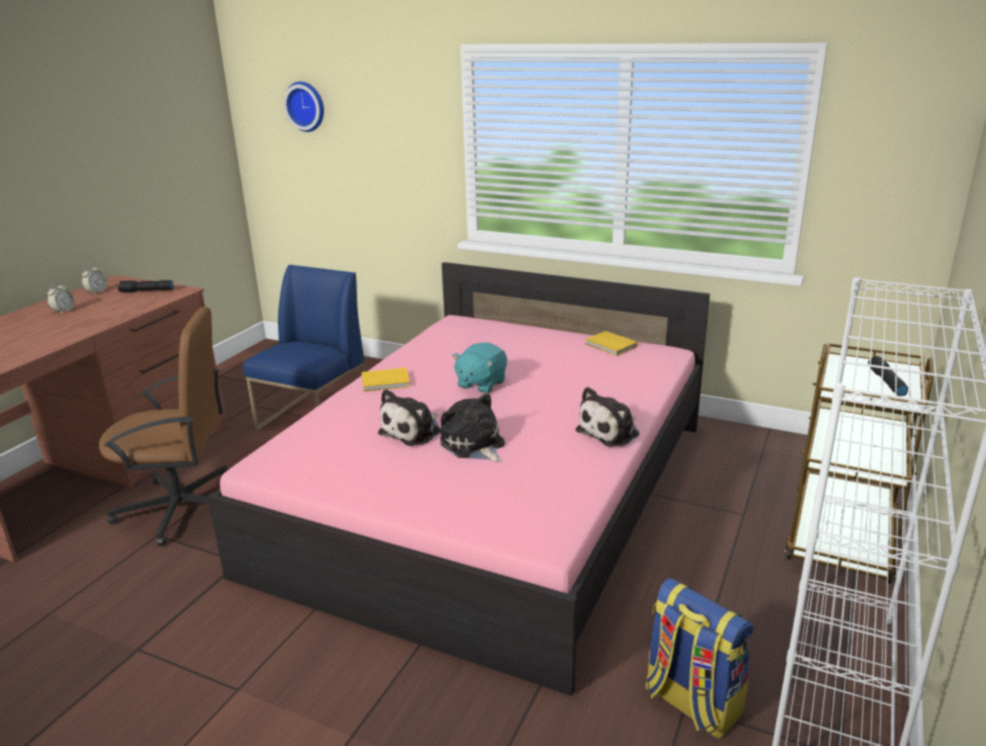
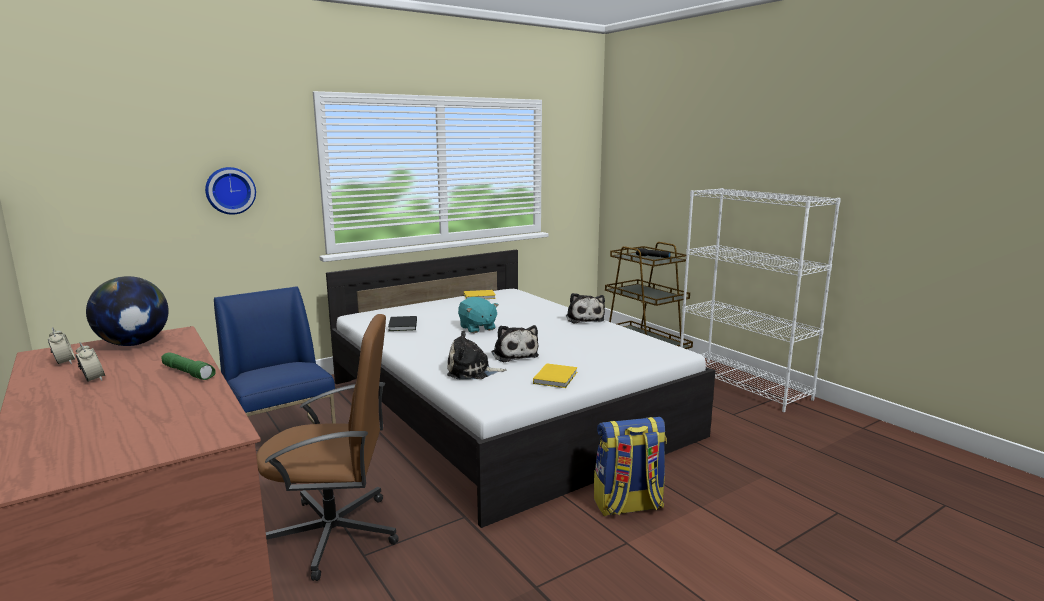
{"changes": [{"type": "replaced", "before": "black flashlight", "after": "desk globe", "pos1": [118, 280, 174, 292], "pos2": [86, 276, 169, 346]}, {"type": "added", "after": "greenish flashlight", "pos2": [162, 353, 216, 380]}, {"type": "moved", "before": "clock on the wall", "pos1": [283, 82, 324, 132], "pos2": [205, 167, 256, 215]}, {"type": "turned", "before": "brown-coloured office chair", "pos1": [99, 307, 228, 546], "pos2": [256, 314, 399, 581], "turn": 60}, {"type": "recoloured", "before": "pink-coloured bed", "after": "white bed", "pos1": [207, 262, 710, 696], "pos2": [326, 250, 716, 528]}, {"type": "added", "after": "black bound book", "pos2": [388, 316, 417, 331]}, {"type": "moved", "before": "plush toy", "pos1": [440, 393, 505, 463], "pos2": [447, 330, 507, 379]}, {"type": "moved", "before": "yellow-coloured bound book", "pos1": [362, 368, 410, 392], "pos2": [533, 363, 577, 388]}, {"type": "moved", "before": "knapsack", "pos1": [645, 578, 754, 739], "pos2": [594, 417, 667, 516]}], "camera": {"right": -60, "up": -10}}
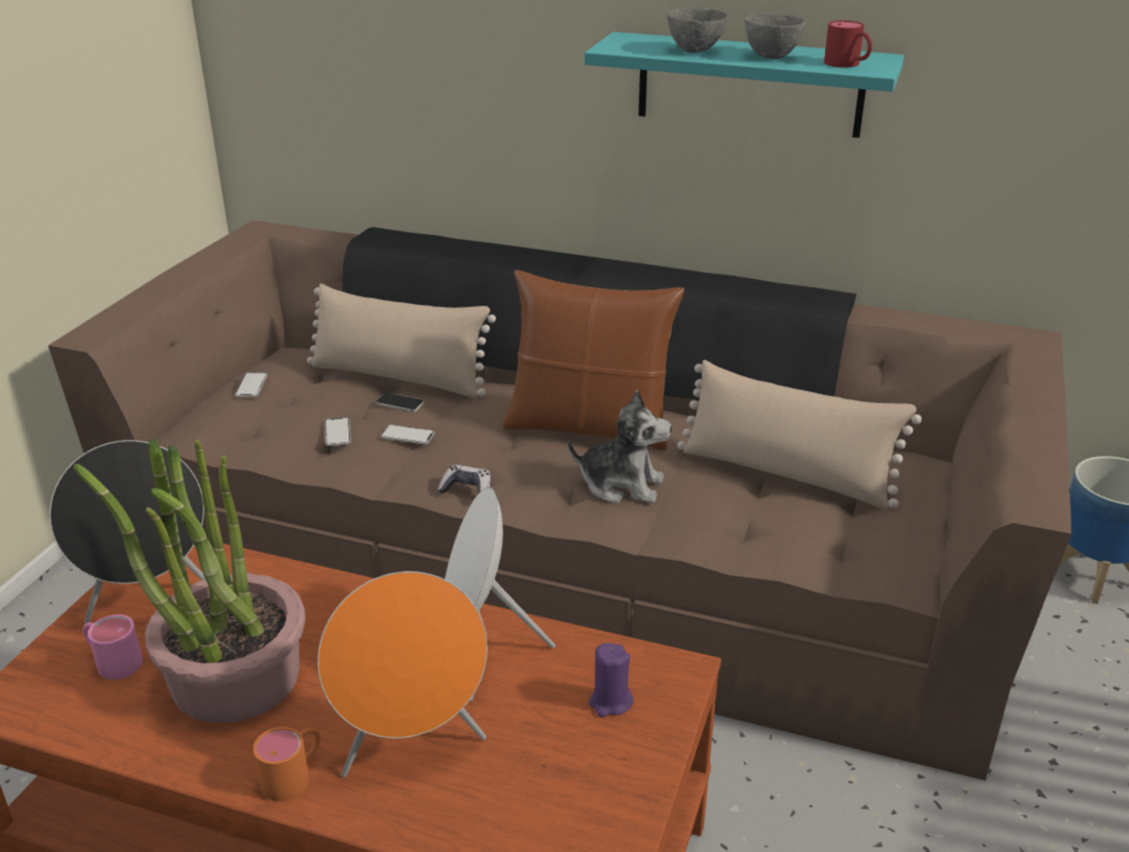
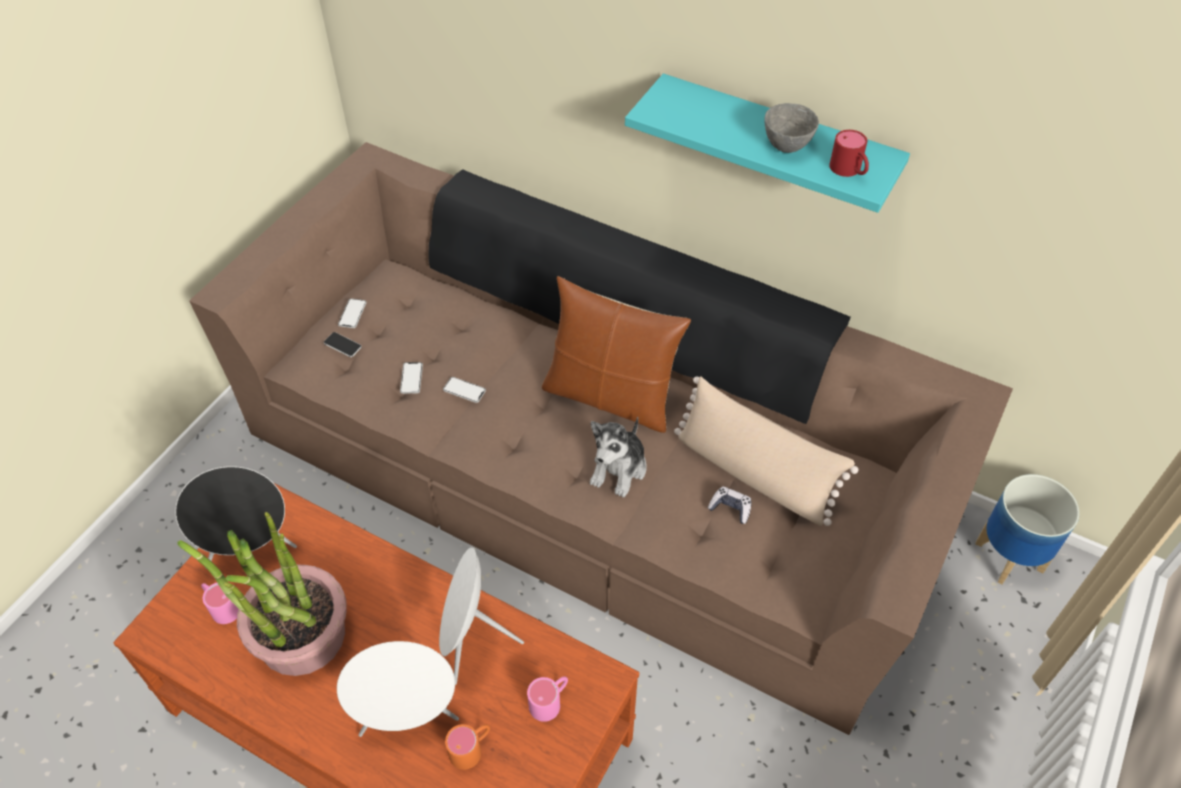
{"changes": [{"type": "moved", "before": "phone", "pos1": [376, 393, 424, 412], "pos2": [324, 332, 362, 357]}, {"type": "recoloured", "before": "orange-coloured loudspeaker", "after": "white loudspeaker", "pos1": [317, 571, 487, 777], "pos2": [337, 641, 459, 737]}, {"type": "moved", "before": "orange-coloured mug", "pos1": [253, 727, 320, 801], "pos2": [445, 724, 490, 770]}, {"type": "replaced", "before": "purple-coloured wax light", "after": "pink-coloured mug", "pos1": [588, 643, 634, 718], "pos2": [527, 677, 568, 722]}, {"type": "turned", "before": "plush toy", "pos1": [568, 389, 672, 504], "pos2": [590, 417, 647, 498], "turn": 90}, {"type": "moved", "before": "joypad", "pos1": [438, 465, 491, 494], "pos2": [708, 487, 751, 524]}, {"type": "removed", "before": "beige cushion", "pos1": [307, 283, 496, 399]}, {"type": "removed", "before": "greyish deep dish", "pos1": [667, 8, 728, 53]}], "camera": {"right": 10, "up": 20}}
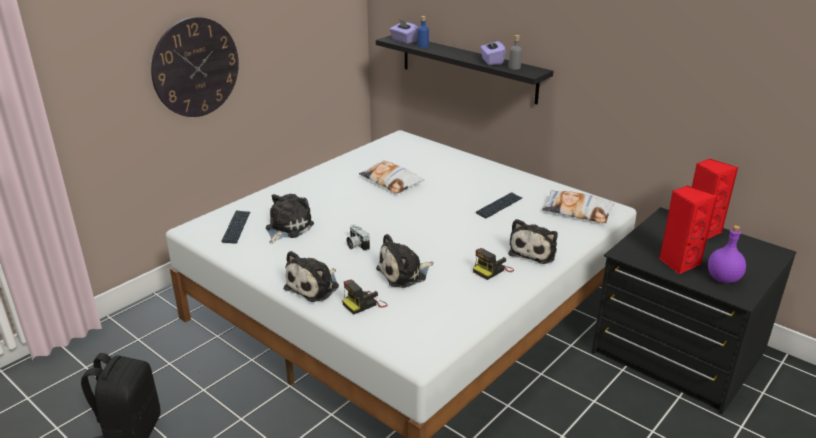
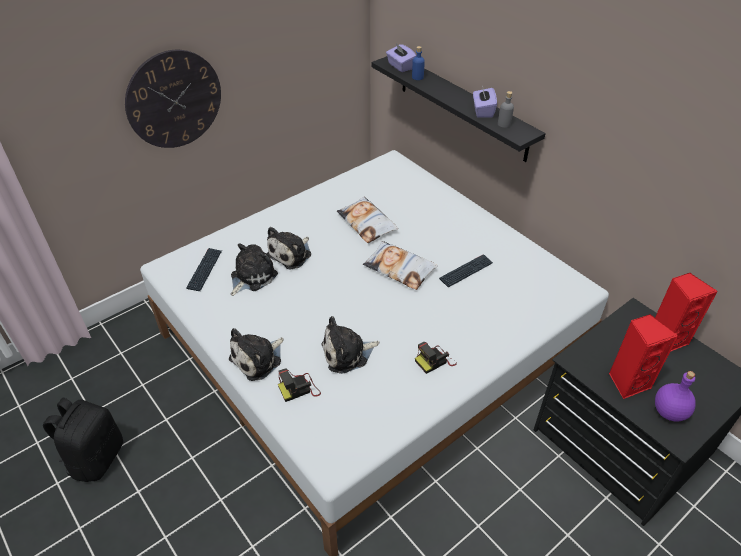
{"changes": [{"type": "moved", "before": "plush toy", "pos1": [508, 219, 558, 264], "pos2": [267, 227, 311, 270]}, {"type": "moved", "before": "cushion", "pos1": [542, 190, 615, 223], "pos2": [363, 241, 438, 290]}, {"type": "removed", "before": "photo camera", "pos1": [346, 224, 370, 251]}], "camera": {"right": 10, "up": 15}}
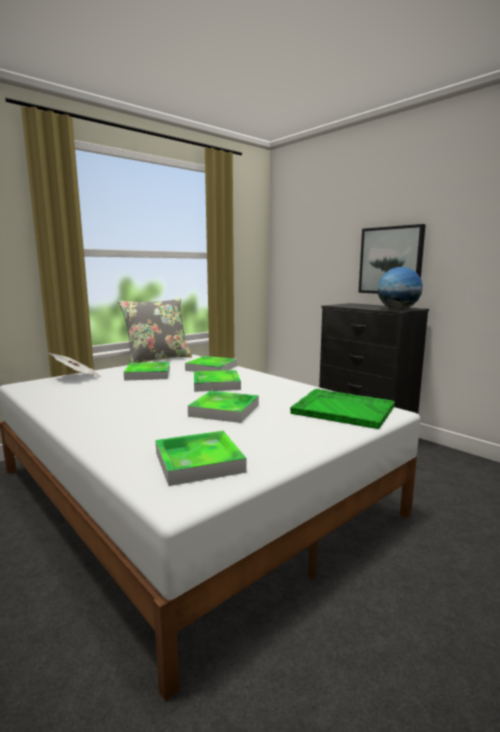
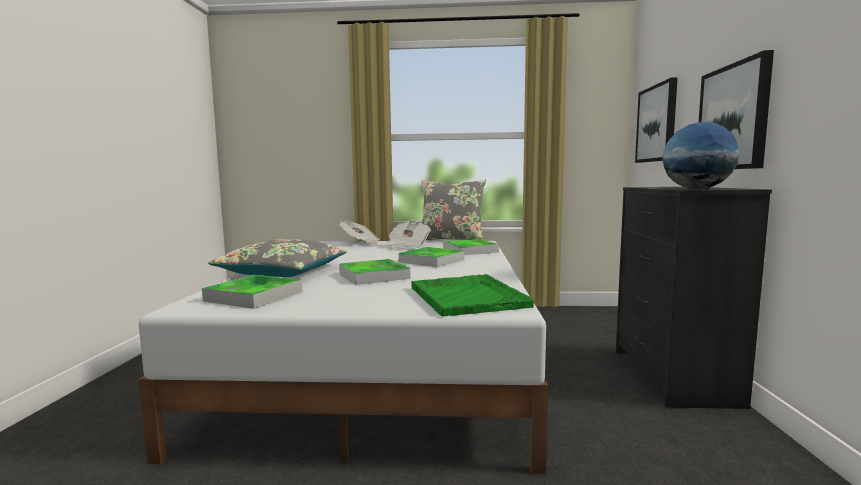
{"changes": [{"type": "added", "after": "greyish cushion", "pos2": [208, 239, 347, 277]}, {"type": "replaced", "before": "carrying tray", "after": "newspaper", "pos1": [124, 362, 170, 381], "pos2": [389, 220, 431, 251]}, {"type": "added", "after": "wall picture", "pos2": [635, 77, 678, 163]}], "camera": {"right": 45, "up": -5}}
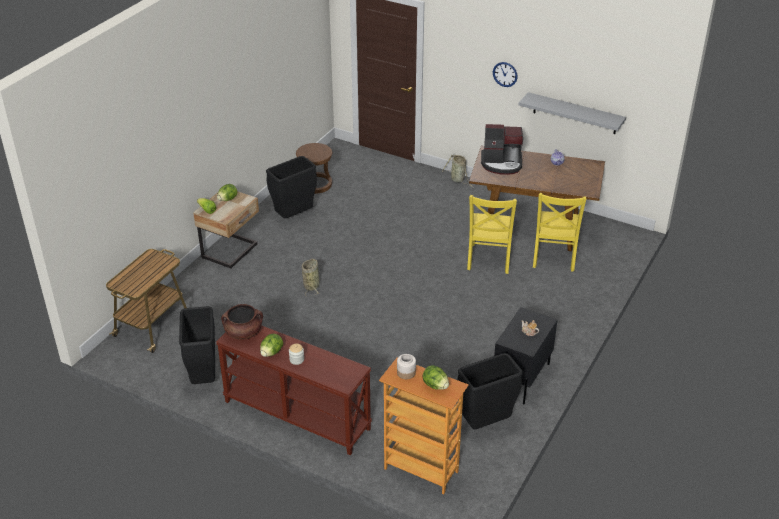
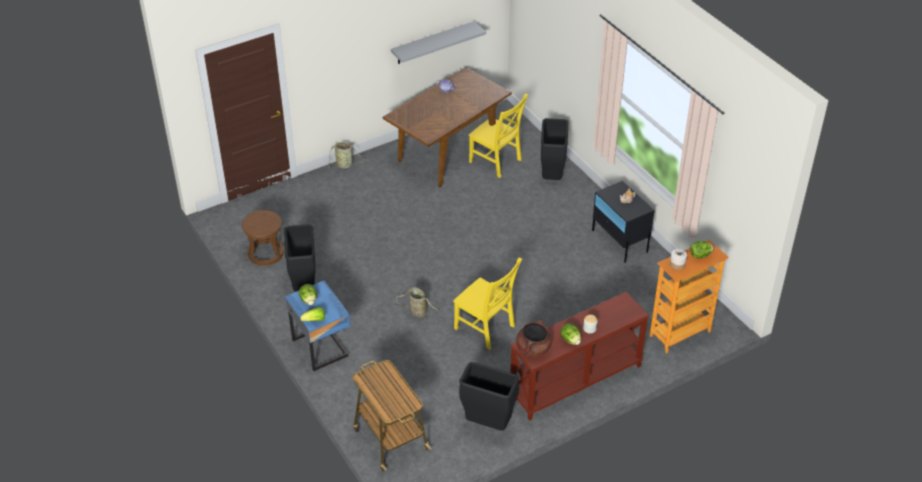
{"changes": [{"type": "recoloured", "before": "beige night table", "after": "bluish night table", "pos1": [193, 191, 259, 269], "pos2": [285, 280, 350, 371]}, {"type": "moved", "before": "yellow-coloured plain chair", "pos1": [467, 195, 517, 274], "pos2": [453, 258, 522, 350]}, {"type": "moved", "before": "black trash can", "pos1": [457, 353, 523, 429], "pos2": [541, 118, 568, 180]}, {"type": "removed", "before": "coffee machine", "pos1": [481, 124, 523, 175]}, {"type": "removed", "before": "clock on the wall", "pos1": [493, 62, 518, 87]}], "camera": {"right": -60, "up": 5}}
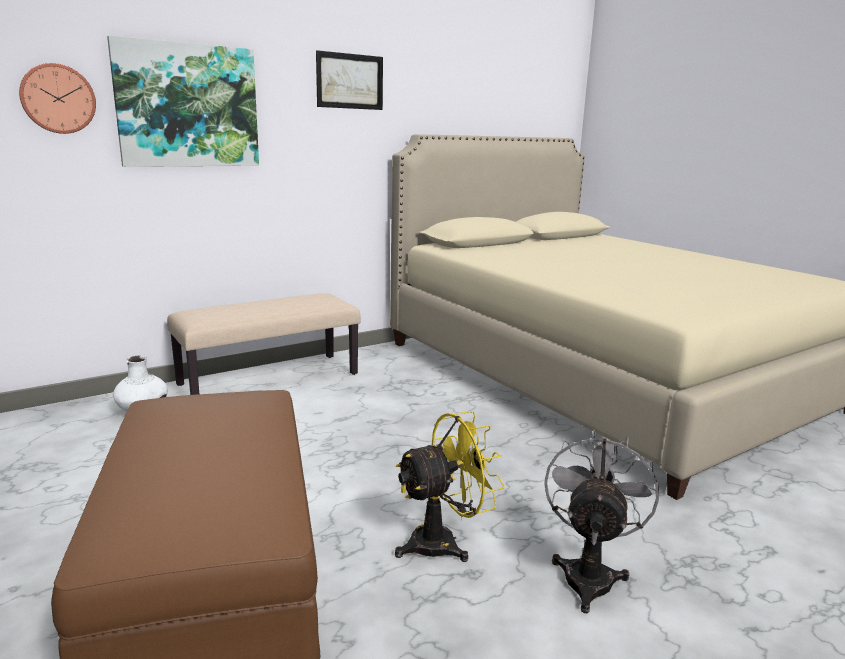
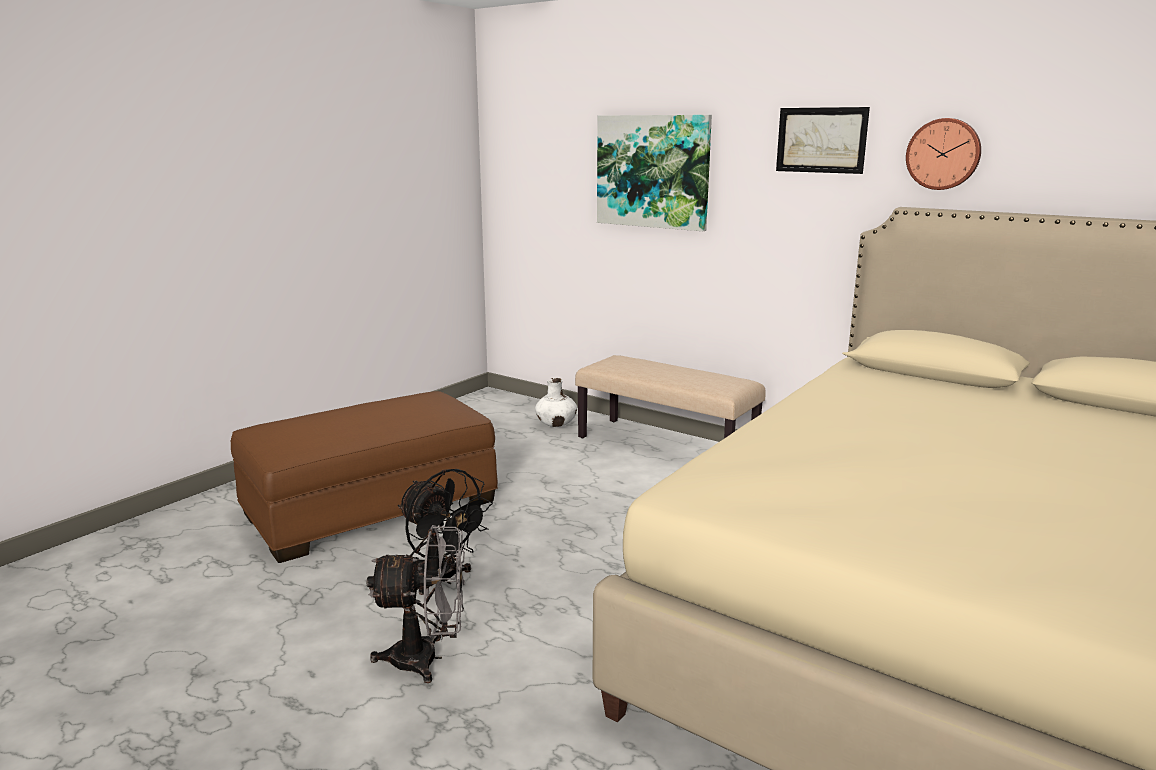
{"changes": [{"type": "recoloured", "before": "yellow-coloured electric fan", "after": "black electric fan", "pos1": [395, 411, 505, 562], "pos2": [398, 469, 493, 595]}, {"type": "moved", "before": "clock on the wall", "pos1": [19, 63, 96, 134], "pos2": [906, 118, 981, 190]}], "camera": {"right": 70, "up": 0}}
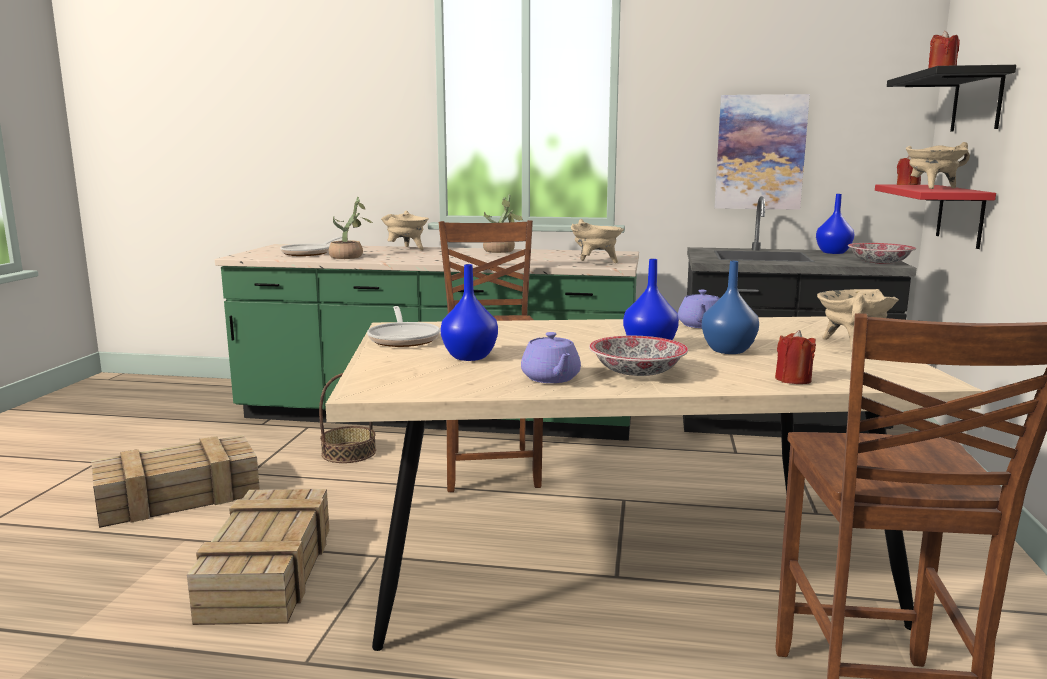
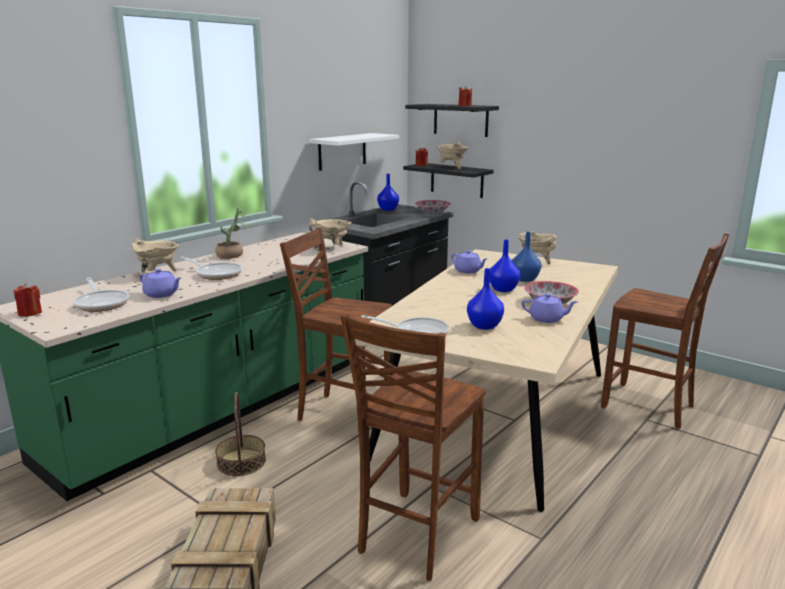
{"changes": [{"type": "moved", "before": "reddish wax light", "pos1": [775, 330, 816, 384], "pos2": [14, 283, 42, 317]}, {"type": "replaced", "before": "houseplant", "after": "purple-coloured tea pot", "pos1": [329, 197, 374, 259], "pos2": [139, 269, 181, 298]}, {"type": "added", "after": "pan", "pos2": [180, 256, 242, 280]}, {"type": "replaced", "before": "wall picture", "after": "white wall shelf", "pos1": [714, 94, 810, 210], "pos2": [309, 133, 399, 171]}, {"type": "replaced", "before": "shipping crate", "after": "brown-coloured plain chair", "pos1": [187, 489, 330, 625], "pos2": [340, 314, 486, 581]}, {"type": "recoloured", "before": "reddish wall shelf", "after": "black wall shelf", "pos1": [875, 184, 996, 249], "pos2": [403, 163, 494, 198]}], "camera": {"right": -60, "up": 5}}
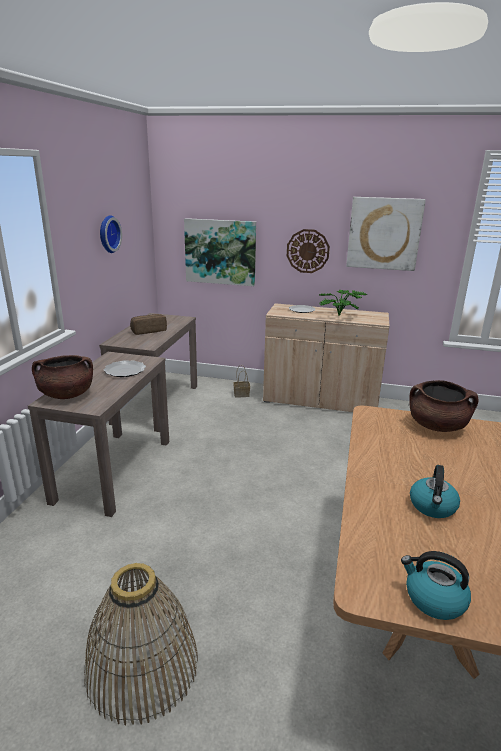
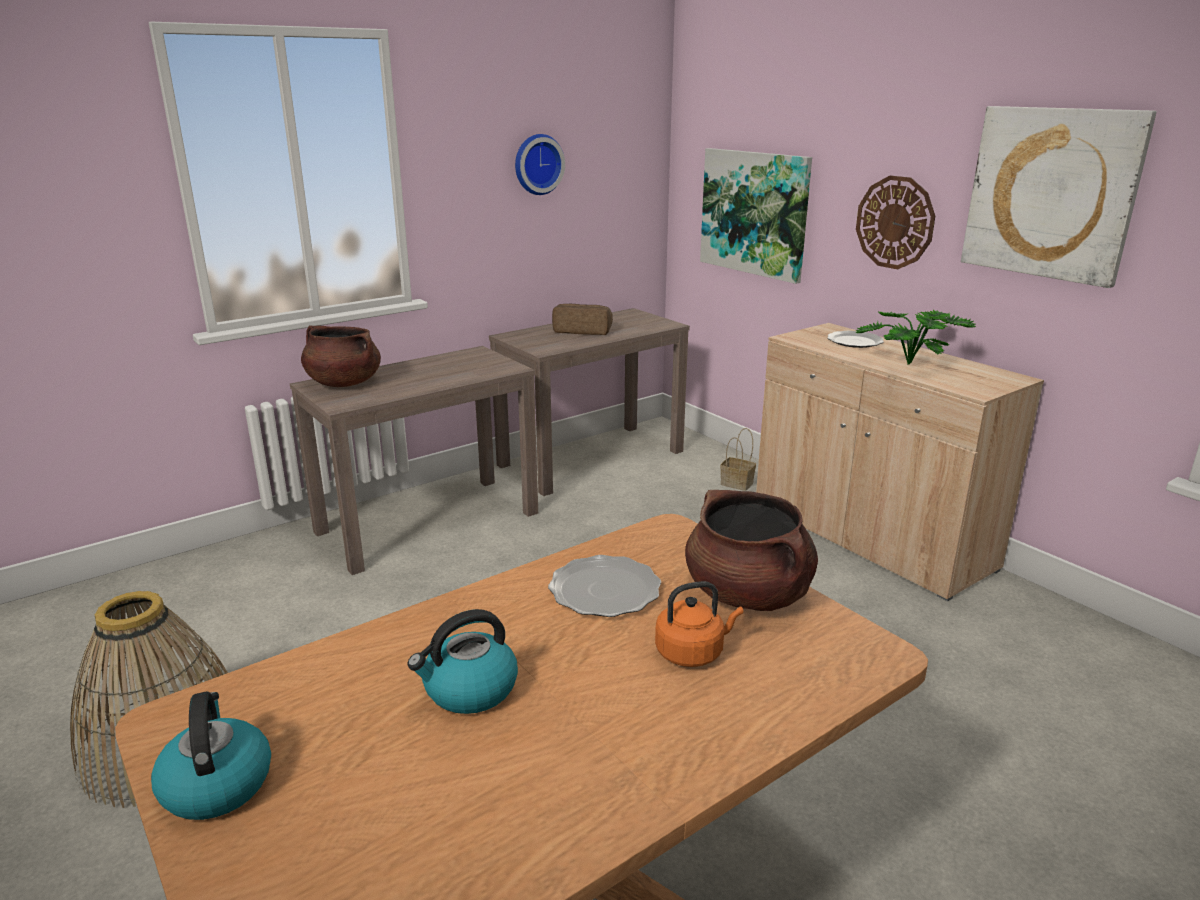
{"changes": [{"type": "moved", "before": "plate", "pos1": [103, 360, 146, 377], "pos2": [548, 555, 661, 617]}, {"type": "added", "after": "orange-coloured tea kettle", "pos2": [655, 581, 743, 667]}], "camera": {"right": 40, "up": 0}}
